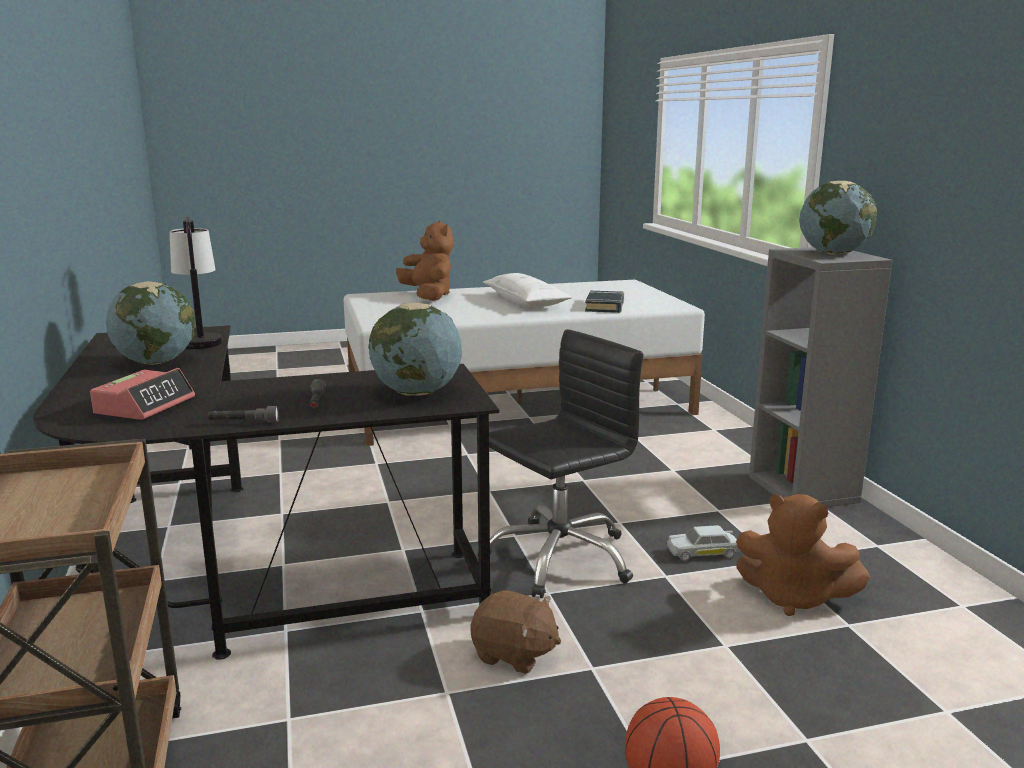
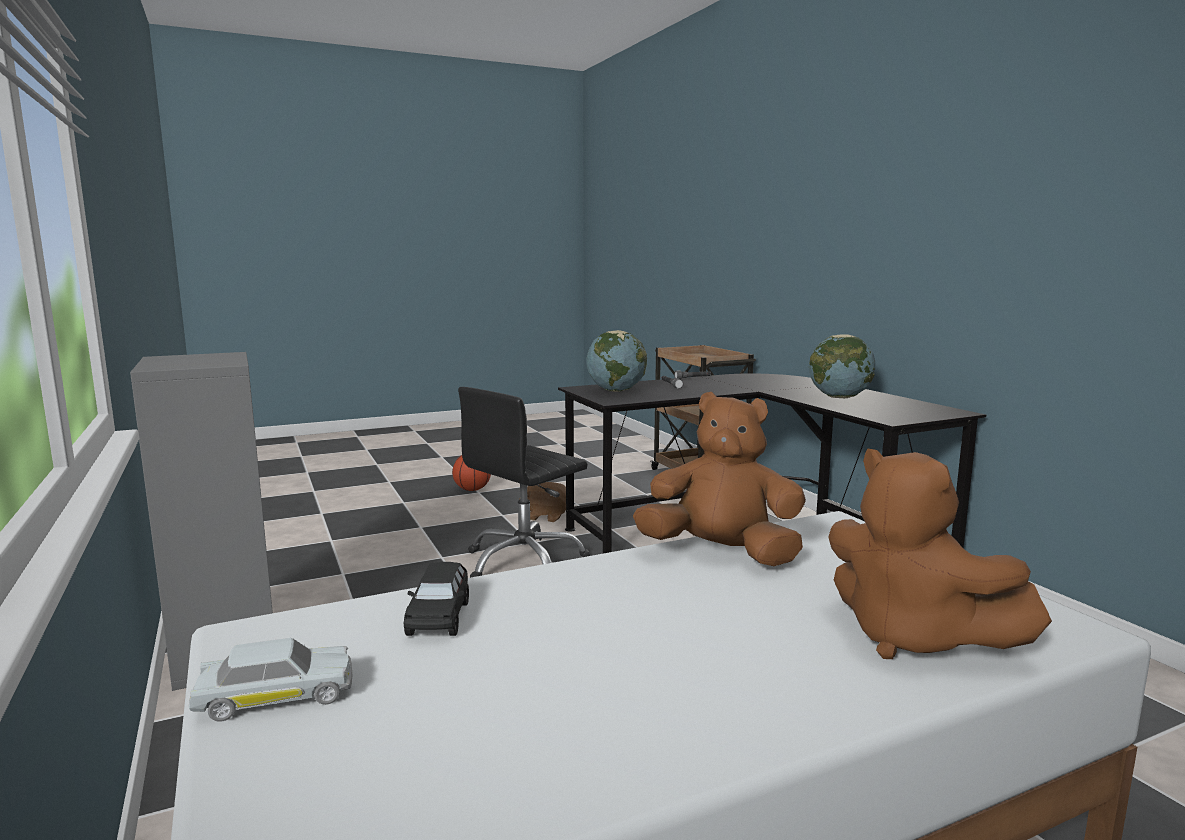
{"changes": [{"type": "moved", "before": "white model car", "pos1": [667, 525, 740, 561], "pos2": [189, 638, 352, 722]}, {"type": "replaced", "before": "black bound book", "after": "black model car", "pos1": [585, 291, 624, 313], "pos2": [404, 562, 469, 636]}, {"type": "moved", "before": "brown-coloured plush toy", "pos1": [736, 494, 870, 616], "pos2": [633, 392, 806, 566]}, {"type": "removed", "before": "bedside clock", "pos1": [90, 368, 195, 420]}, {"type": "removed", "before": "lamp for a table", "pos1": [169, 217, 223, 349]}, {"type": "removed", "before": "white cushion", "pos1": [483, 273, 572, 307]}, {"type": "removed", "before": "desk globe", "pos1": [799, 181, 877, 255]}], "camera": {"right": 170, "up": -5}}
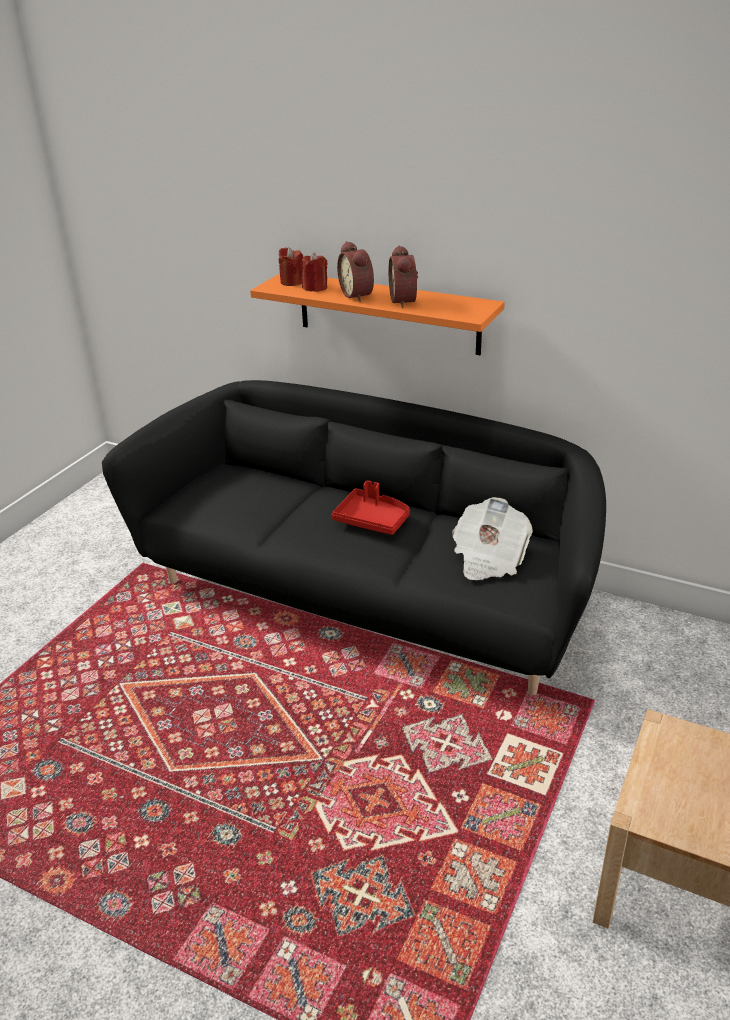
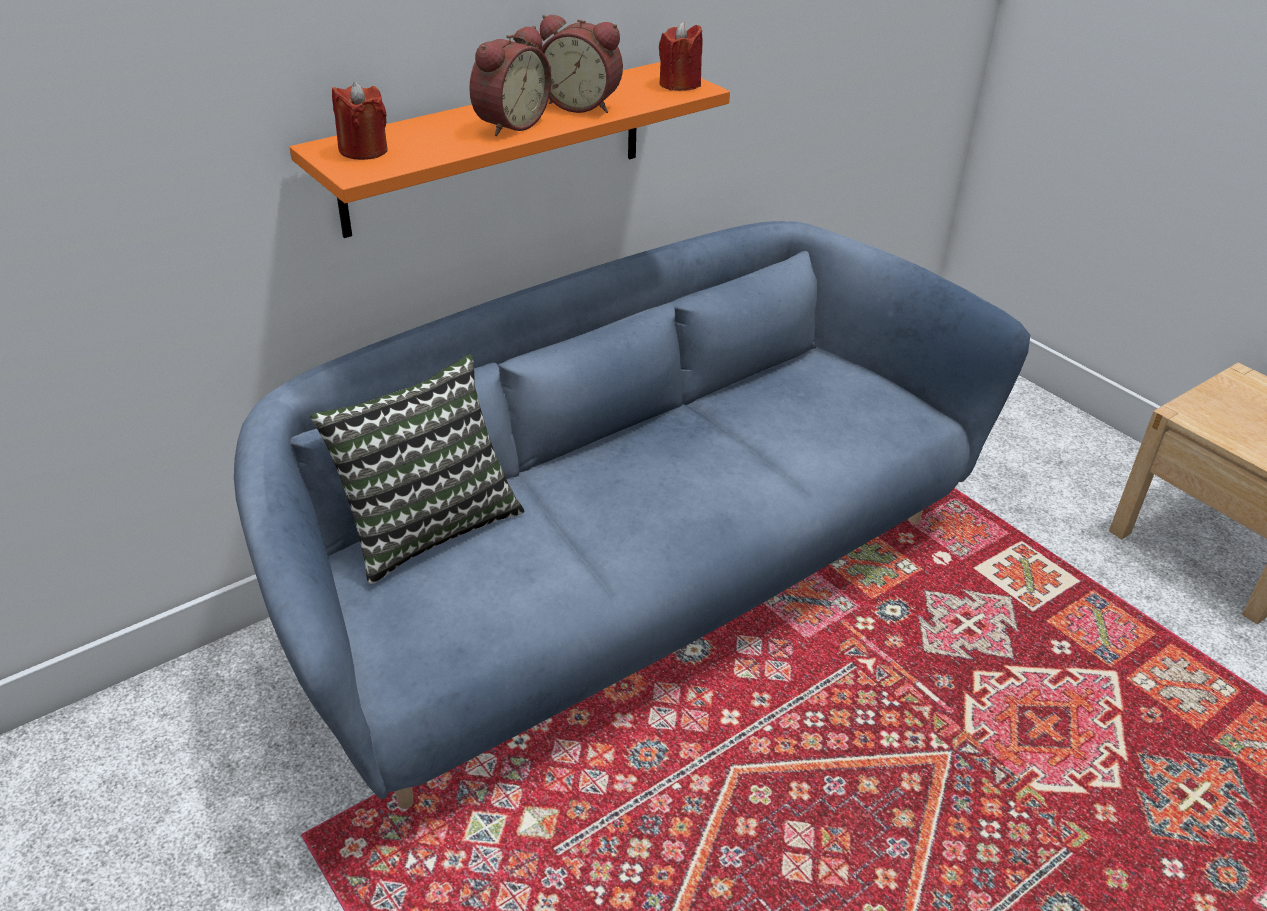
{"changes": [{"type": "recoloured", "before": "black sofa", "after": "bluish sofa", "pos1": [102, 380, 606, 695], "pos2": [234, 221, 1030, 809]}, {"type": "added", "after": "cushion", "pos2": [310, 354, 524, 584]}, {"type": "turned", "before": "bedside clock", "pos1": [337, 241, 374, 302], "pos2": [469, 25, 551, 136], "turn": -60}, {"type": "moved", "before": "reddish wax light", "pos1": [301, 252, 327, 292], "pos2": [659, 21, 703, 91]}, {"type": "removed", "before": "reddish carrying tray", "pos1": [332, 480, 410, 535]}, {"type": "removed", "before": "newspaper", "pos1": [452, 497, 533, 580]}], "camera": {"right": -65, "up": 5}}
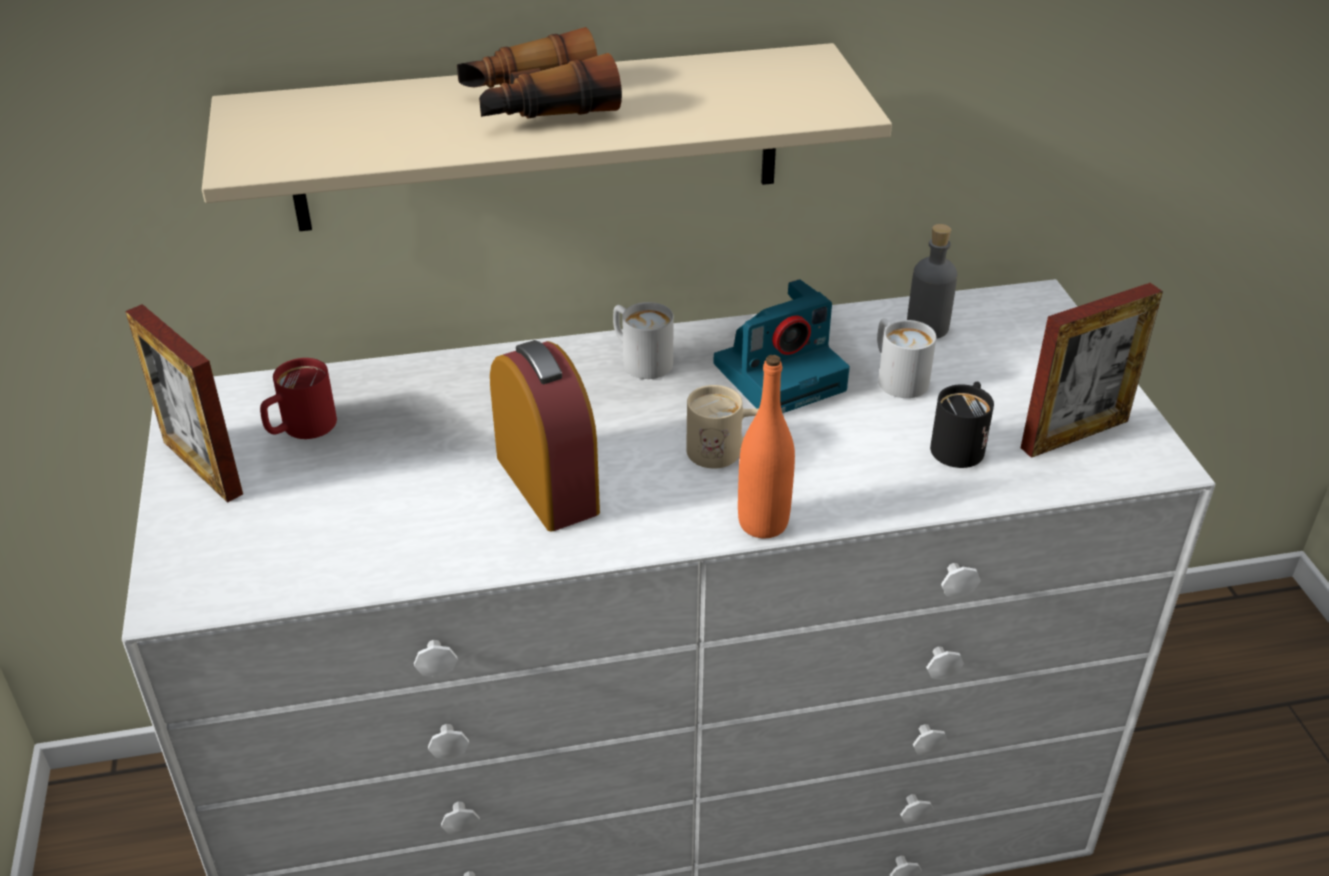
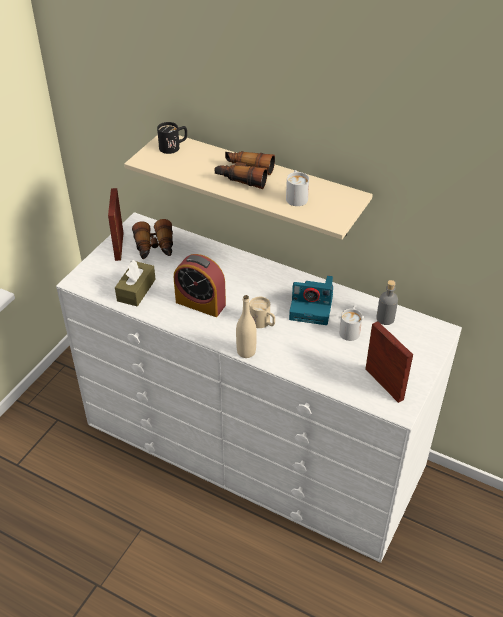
{"changes": [{"type": "added", "after": "brown-coloured tissue box", "pos2": [115, 260, 156, 307]}, {"type": "replaced", "before": "reddish mug", "after": "binoculars", "pos1": [260, 358, 337, 439], "pos2": [132, 219, 173, 259]}, {"type": "moved", "before": "black mug", "pos1": [930, 382, 994, 468], "pos2": [157, 122, 187, 154]}, {"type": "turned", "before": "bedside clock", "pos1": [490, 340, 600, 532], "pos2": [174, 254, 226, 317], "turn": 105}, {"type": "recoloured", "before": "orange-coloured beverage bottle", "after": "beige beverage bottle", "pos1": [738, 355, 795, 538], "pos2": [236, 295, 257, 358]}, {"type": "moved", "before": "white mug", "pos1": [613, 302, 673, 379], "pos2": [286, 170, 309, 206]}, {"type": "turned", "before": "photo frame", "pos1": [1021, 283, 1163, 458], "pos2": [365, 321, 413, 403], "turn": -135}], "camera": {"right": 40, "up": 5}}
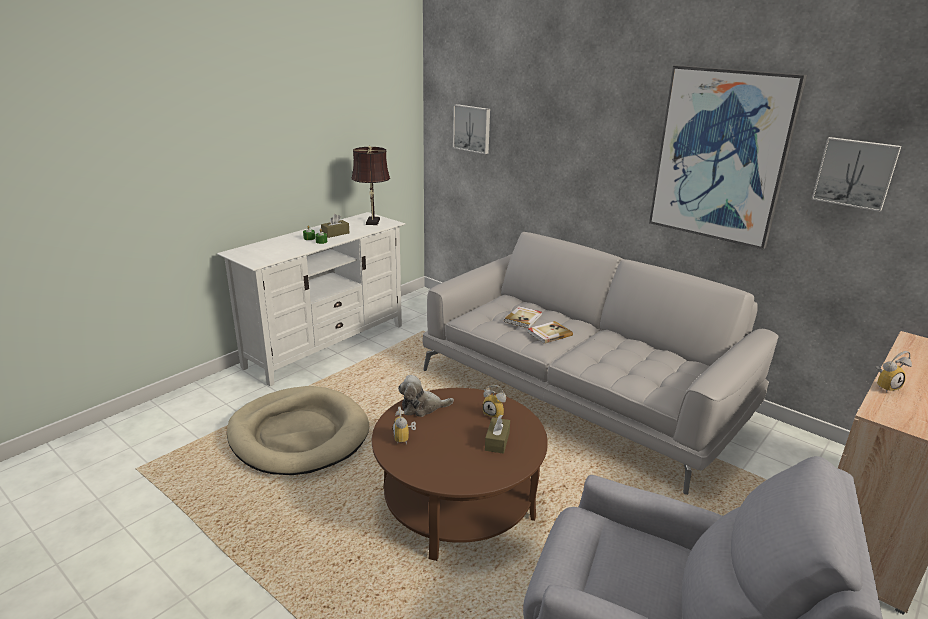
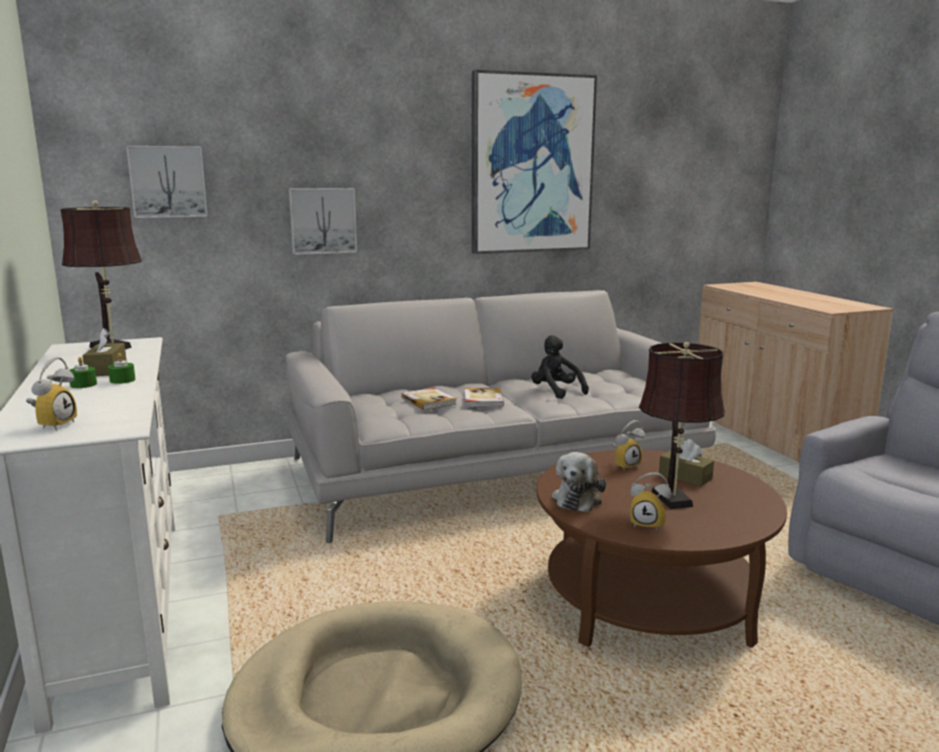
{"changes": [{"type": "moved", "before": "bedside clock", "pos1": [875, 351, 912, 393], "pos2": [26, 357, 77, 431]}, {"type": "moved", "before": "wall picture", "pos1": [812, 137, 901, 212], "pos2": [289, 188, 357, 255]}, {"type": "added", "after": "black plush toy", "pos2": [531, 335, 589, 399]}, {"type": "added", "after": "brown-coloured lamp for a table", "pos2": [639, 342, 725, 509]}], "camera": {"right": -60, "up": -10}}
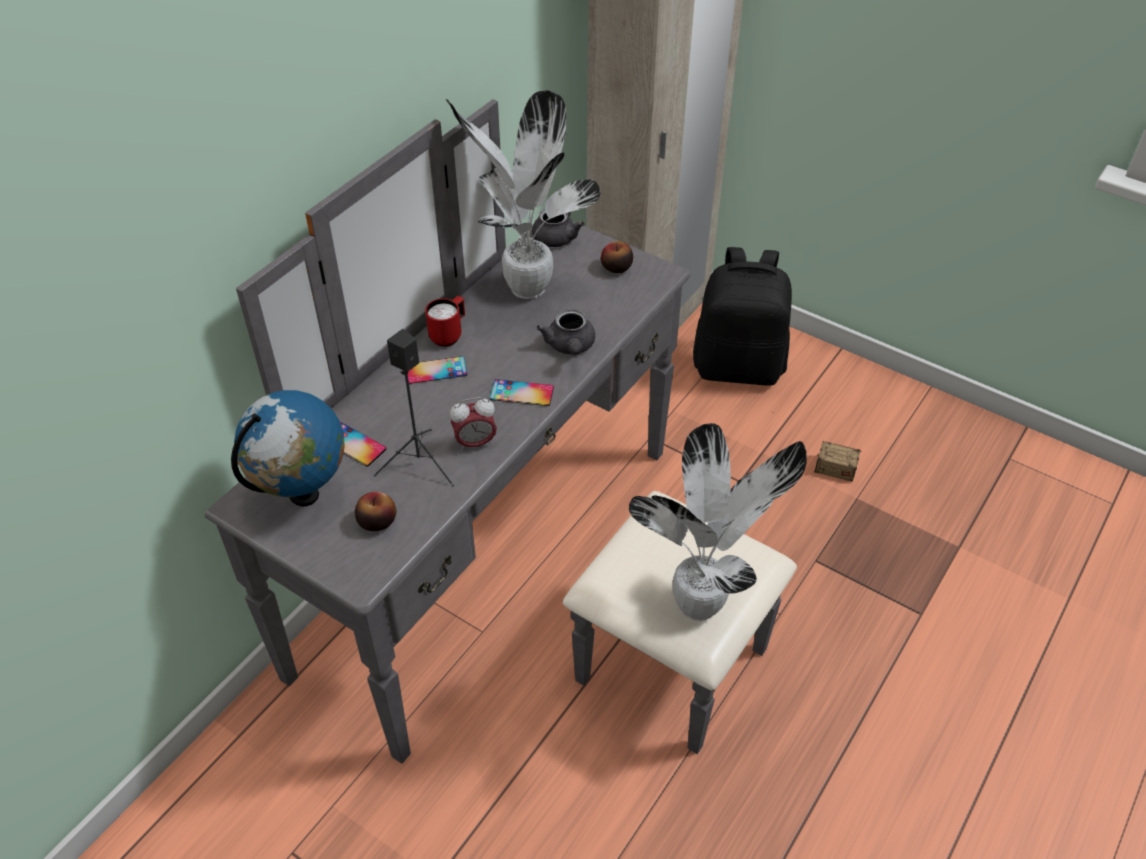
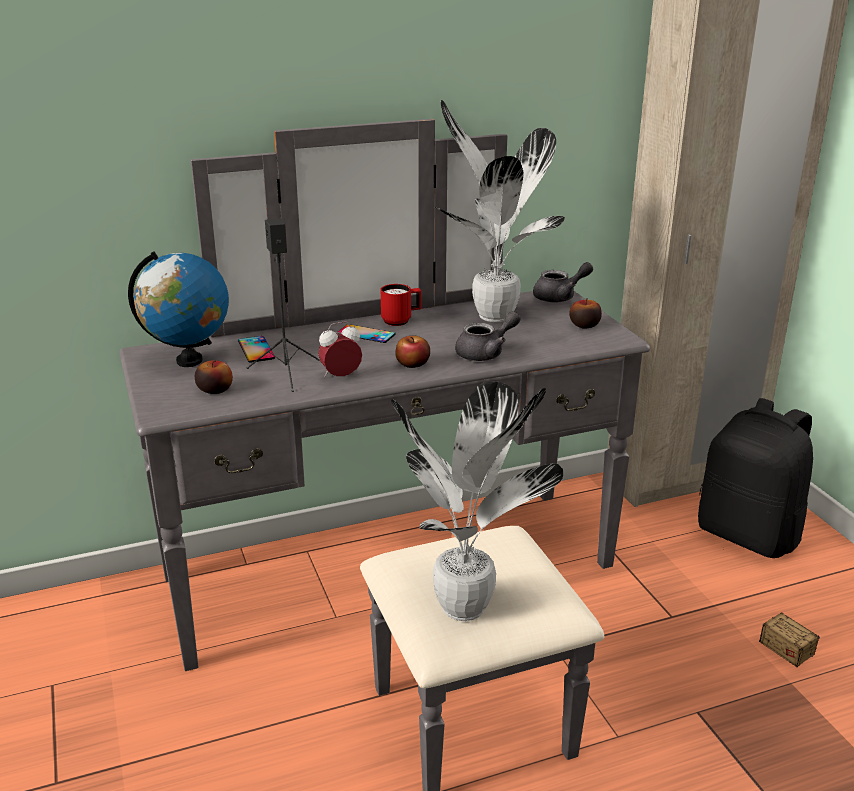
{"changes": [{"type": "turned", "before": "bedside clock", "pos1": [450, 397, 497, 451], "pos2": [318, 321, 362, 377], "turn": 135}, {"type": "replaced", "before": "phone", "after": "apple", "pos1": [490, 379, 554, 406], "pos2": [395, 336, 430, 368]}, {"type": "turned", "before": "greyish tea pot", "pos1": [536, 309, 595, 355], "pos2": [455, 311, 521, 361], "turn": -150}], "camera": {"right": 35, "up": -20}}
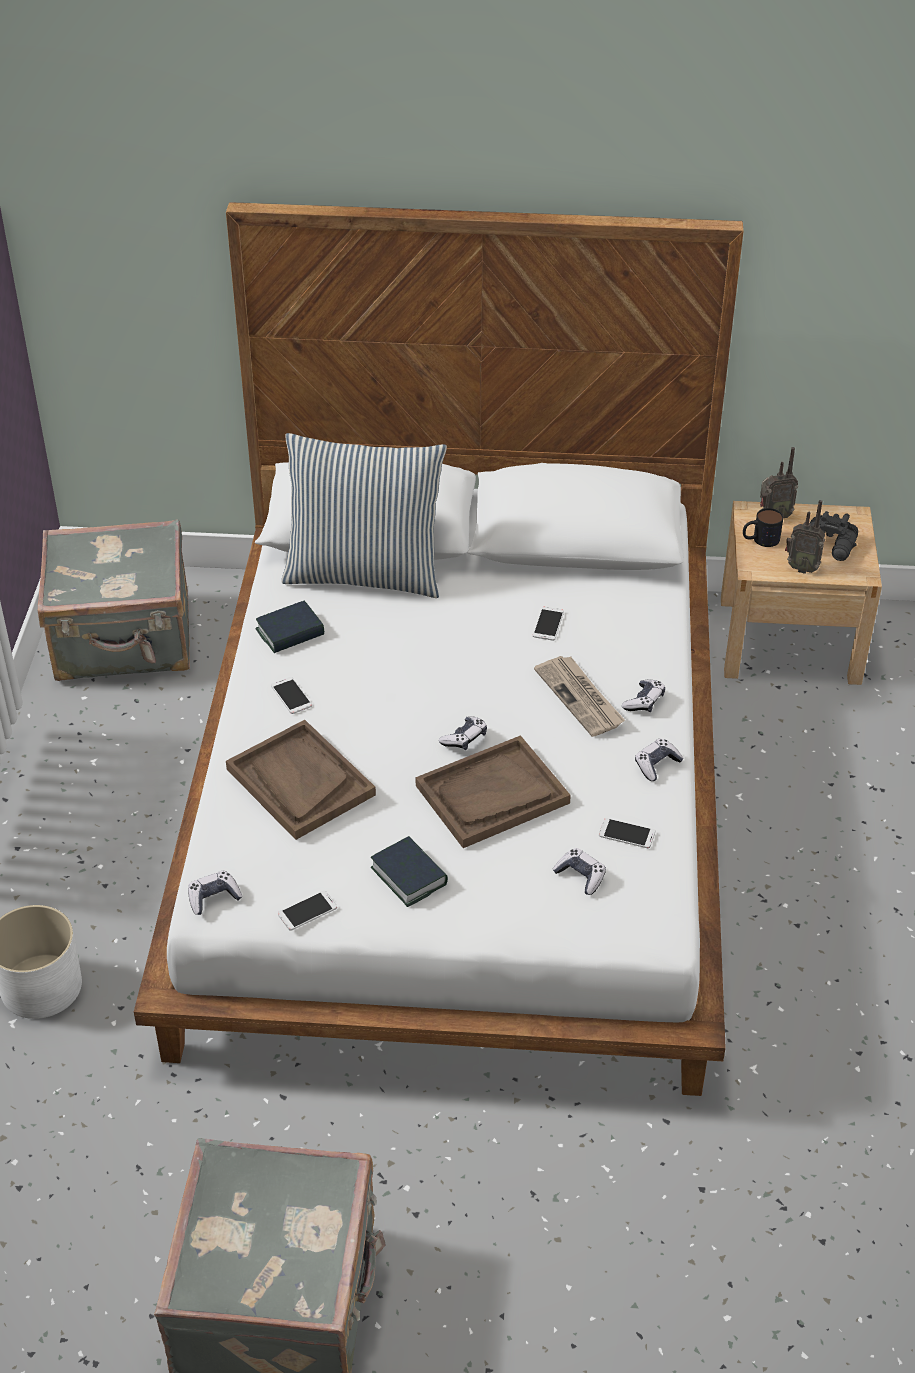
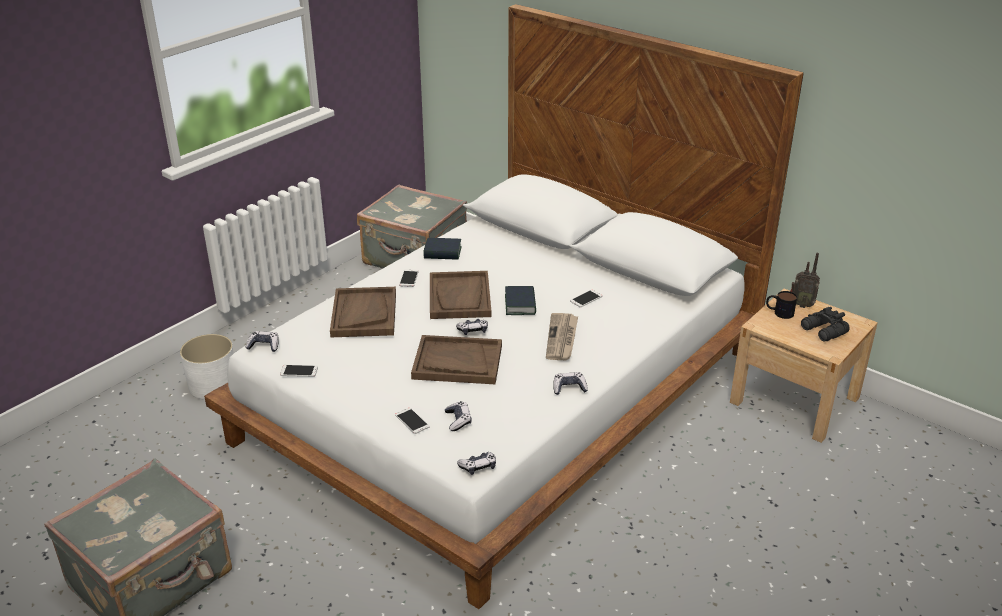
{"changes": [{"type": "moved", "before": "phone", "pos1": [599, 818, 655, 848], "pos2": [395, 408, 430, 434]}, {"type": "added", "after": "brown-coloured carrying tray", "pos2": [430, 271, 491, 319]}, {"type": "moved", "before": "joypad", "pos1": [622, 680, 665, 712], "pos2": [457, 452, 496, 475]}, {"type": "moved", "before": "bound book", "pos1": [371, 836, 448, 907], "pos2": [505, 286, 536, 315]}, {"type": "removed", "before": "cushion", "pos1": [282, 433, 447, 598]}, {"type": "removed", "before": "radio receiver", "pos1": [785, 500, 825, 574]}], "camera": {"right": 35, "up": -10}}
